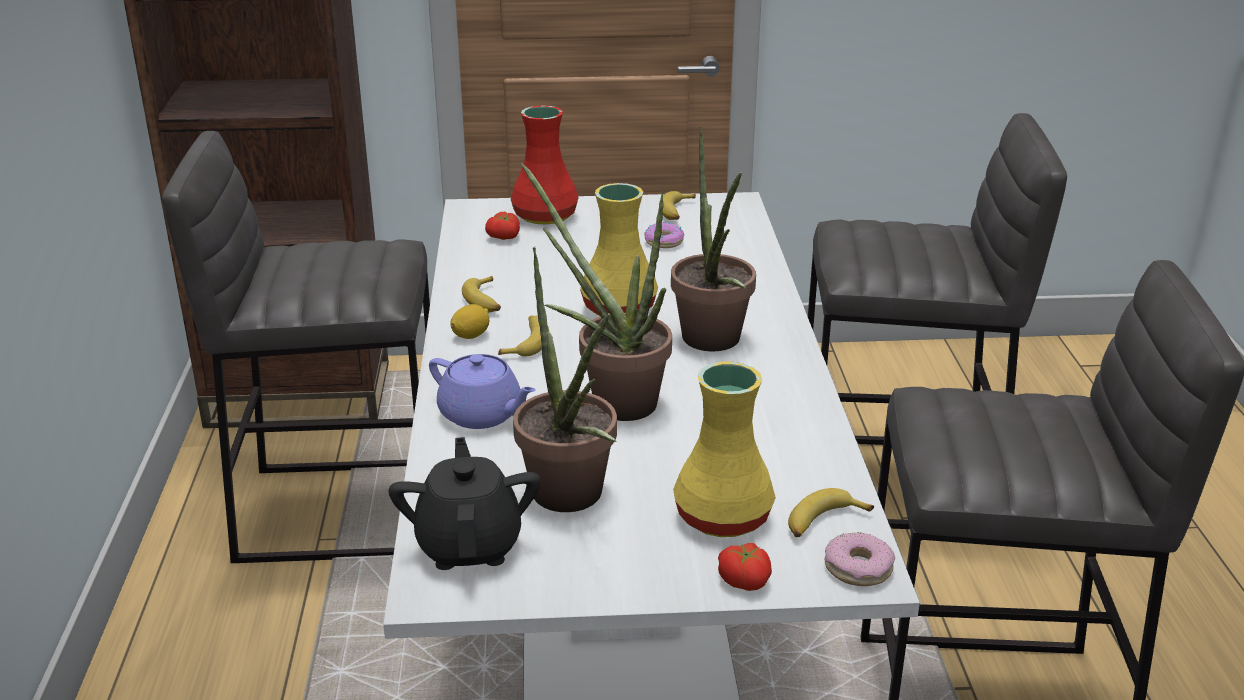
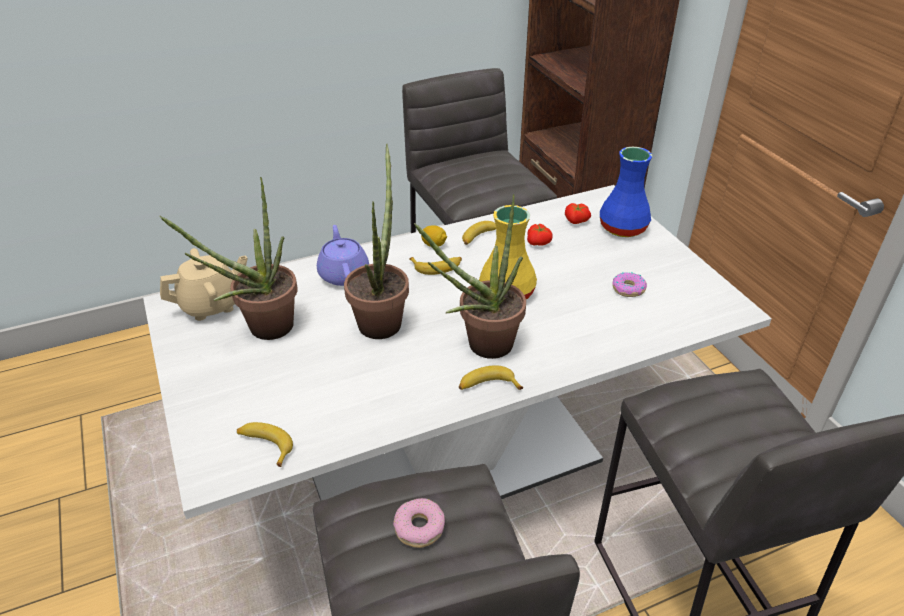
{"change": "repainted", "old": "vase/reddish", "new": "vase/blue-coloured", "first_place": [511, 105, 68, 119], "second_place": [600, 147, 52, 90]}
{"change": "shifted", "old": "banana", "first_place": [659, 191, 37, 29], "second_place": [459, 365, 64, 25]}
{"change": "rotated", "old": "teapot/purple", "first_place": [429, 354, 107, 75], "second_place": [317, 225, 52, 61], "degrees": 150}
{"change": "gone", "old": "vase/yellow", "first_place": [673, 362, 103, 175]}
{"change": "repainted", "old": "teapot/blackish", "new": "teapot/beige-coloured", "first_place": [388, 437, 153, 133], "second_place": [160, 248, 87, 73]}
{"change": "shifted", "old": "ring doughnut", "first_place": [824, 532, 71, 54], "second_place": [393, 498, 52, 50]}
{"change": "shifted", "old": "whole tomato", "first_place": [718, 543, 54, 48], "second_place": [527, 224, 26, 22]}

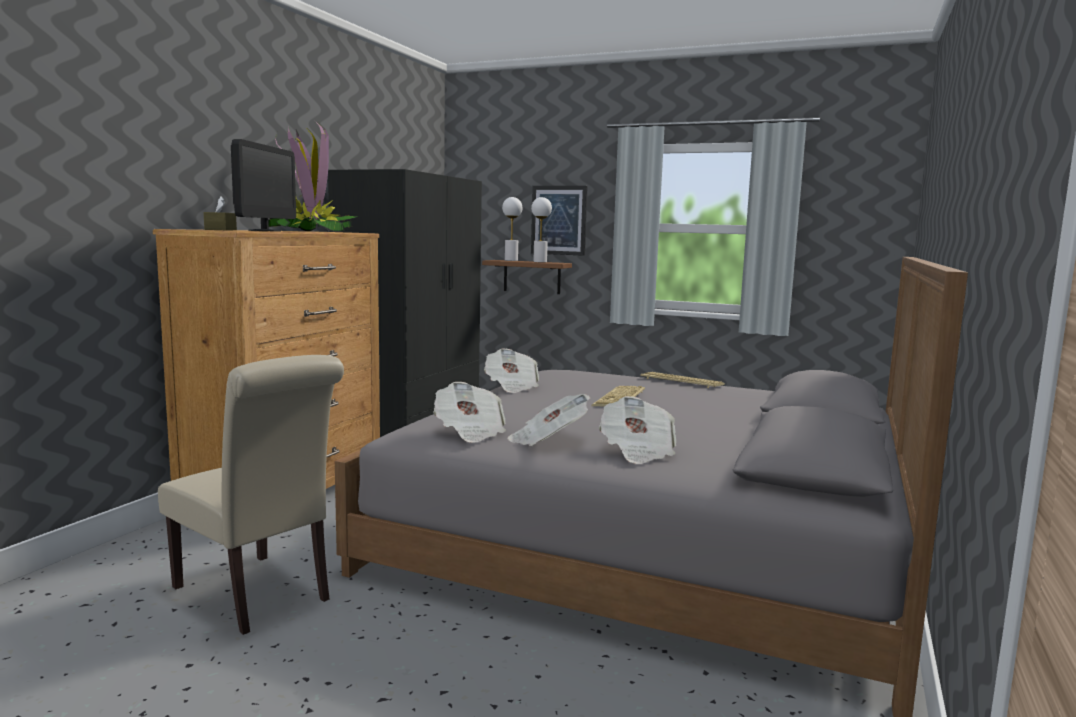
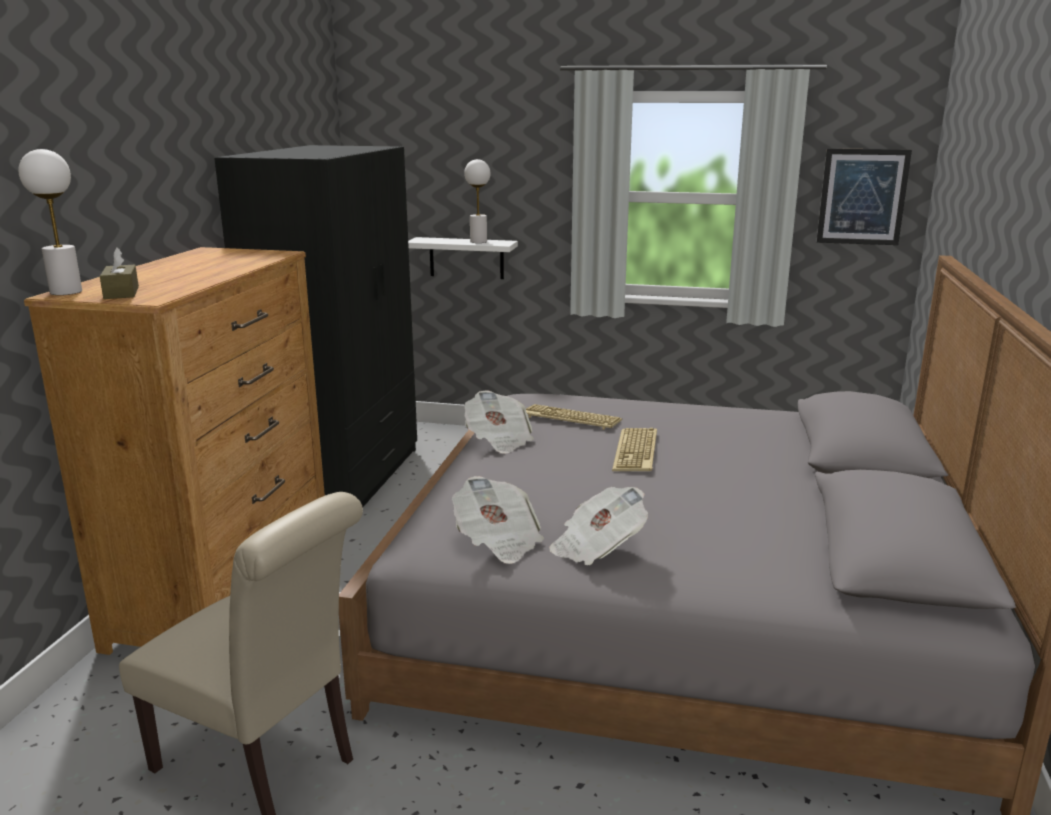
{"change": "gone", "old": "potted plant", "first_place": [268, 120, 88, 112]}
{"change": "gone", "old": "monitor", "first_place": [231, 139, 65, 93]}
{"change": "shifted", "old": "wall art", "first_place": [531, 186, 57, 70], "second_place": [816, 148, 96, 97]}
{"change": "shifted", "old": "table lamp/white", "first_place": [502, 197, 20, 64], "second_place": [18, 149, 64, 146]}
{"change": "repainted", "old": "shelf/brown-coloured", "new": "shelf/white", "first_place": [482, 260, 90, 34], "second_place": [408, 237, 110, 42]}
{"change": "shifted", "old": "keyboard", "first_place": [640, 372, 85, 16], "second_place": [526, 404, 96, 26]}
{"change": "gone", "old": "daily paper", "first_place": [599, 396, 77, 68]}

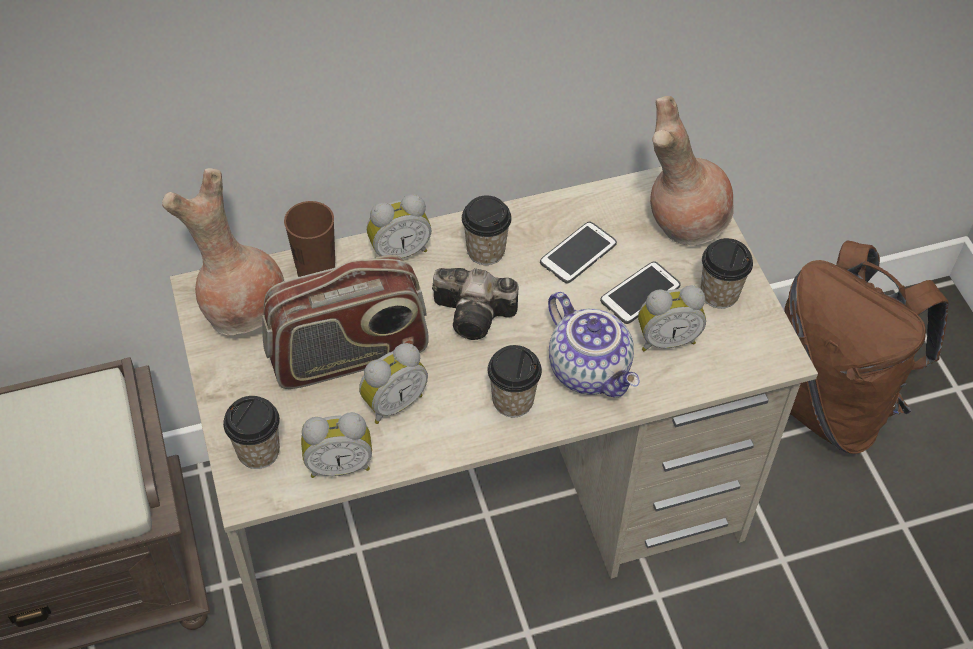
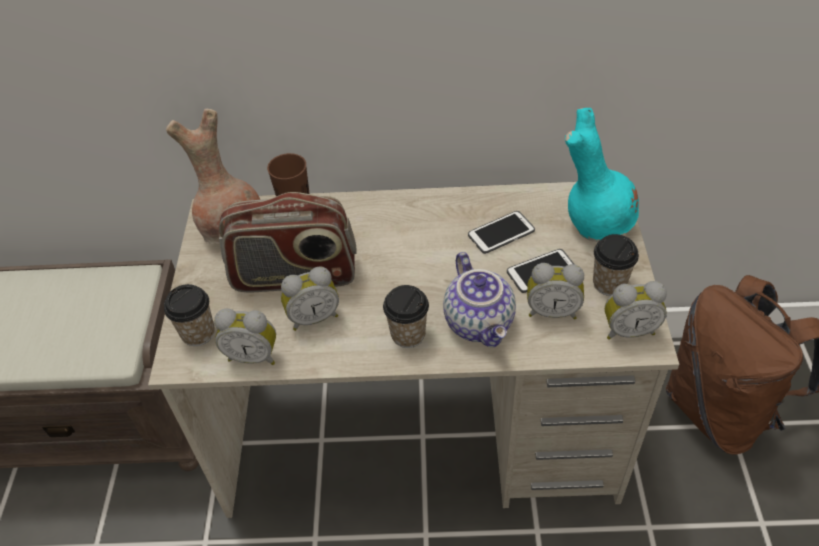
{"change": "repainted", "old": "vase/brown-coloured", "new": "vase/turquoise-coloured", "first_place": [650, 96, 84, 150], "second_place": [565, 108, 74, 134]}
{"change": "shifted", "old": "alarm clock", "first_place": [367, 194, 65, 65], "second_place": [605, 281, 62, 59]}
{"change": "gone", "old": "small cup", "first_place": [462, 196, 50, 69]}
{"change": "gone", "old": "photo camera", "first_place": [432, 268, 86, 72]}

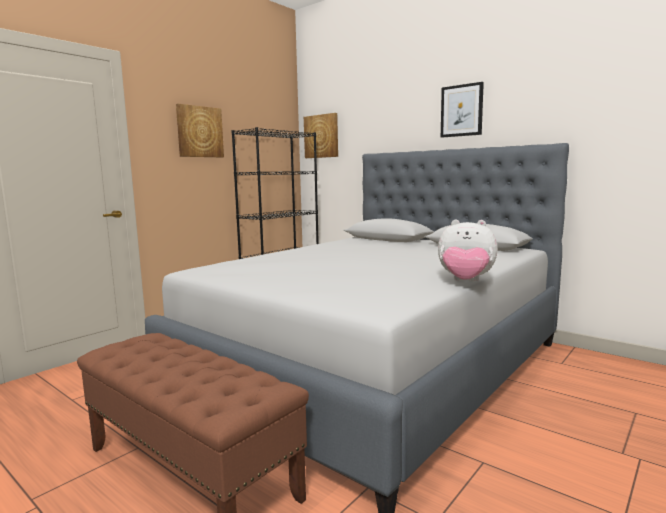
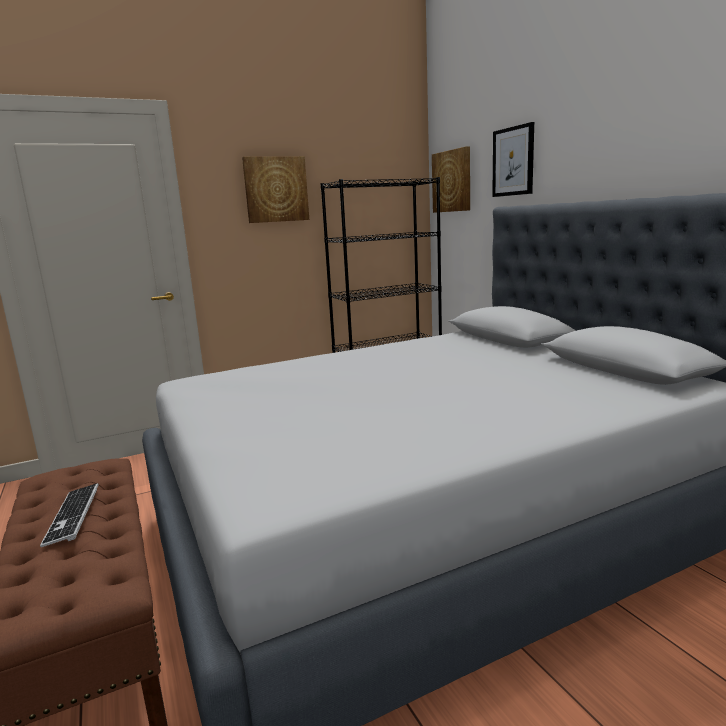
{"change": "shifted", "old": "wall art", "first_place": [441, 82, 43, 56], "second_place": [492, 122, 42, 75]}
{"change": "gone", "old": "plush toy", "first_place": [438, 220, 60, 61]}
{"change": "new", "new": "keyboard", "second_place": [40, 483, 59, 64]}

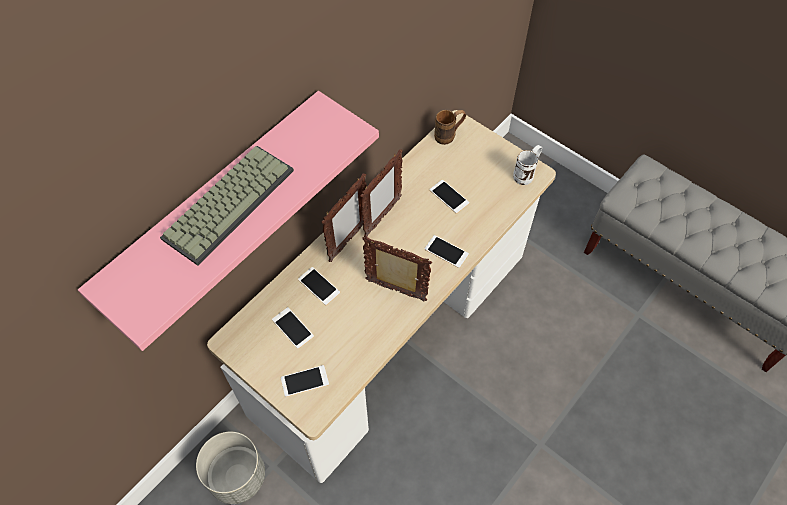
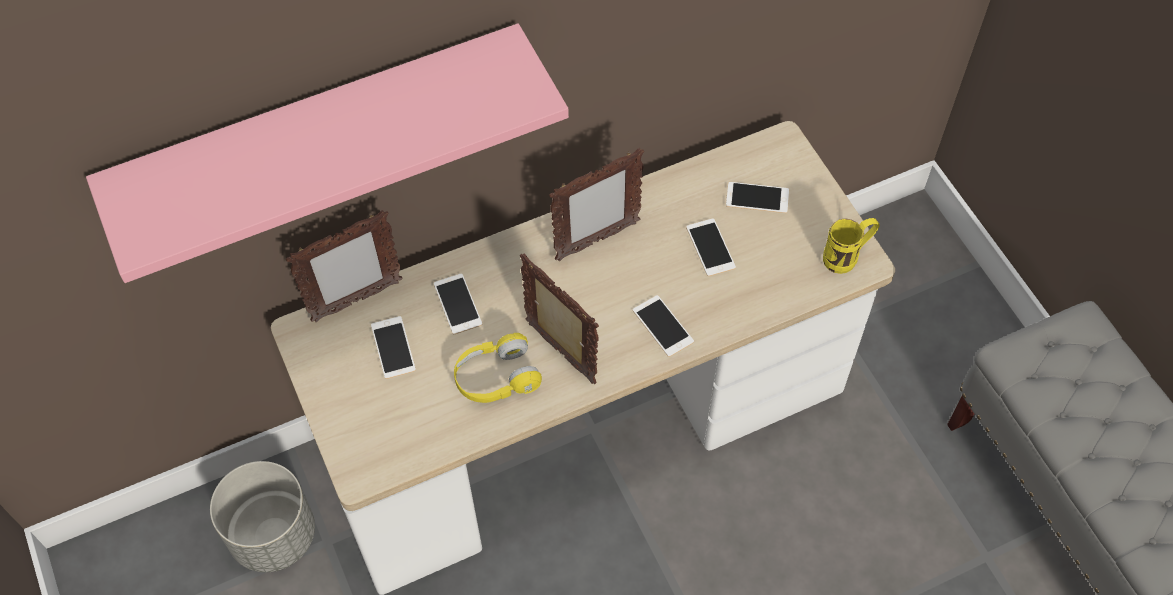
{"change": "gone", "old": "coffee mug/brown-coloured", "first_place": [434, 110, 32, 35]}
{"change": "repainted", "old": "coffee mug/white", "new": "coffee mug/yellow", "first_place": [513, 145, 29, 40], "second_place": [823, 218, 57, 56]}
{"change": "gone", "old": "keyboard", "first_place": [160, 146, 134, 120]}
{"change": "shifted", "old": "picture frame", "first_place": [321, 174, 46, 88], "second_place": [286, 210, 117, 112]}
{"change": "shifted", "old": "telephone", "first_place": [281, 365, 48, 32], "second_place": [726, 182, 63, 31]}
{"change": "new", "new": "headset/yellow", "second_place": [454, 333, 88, 70]}

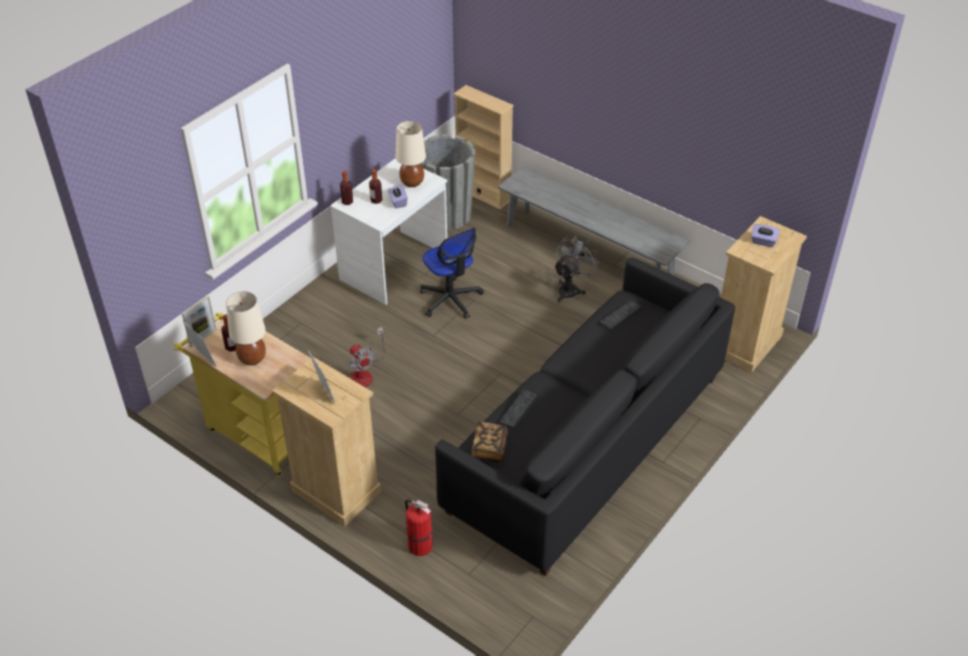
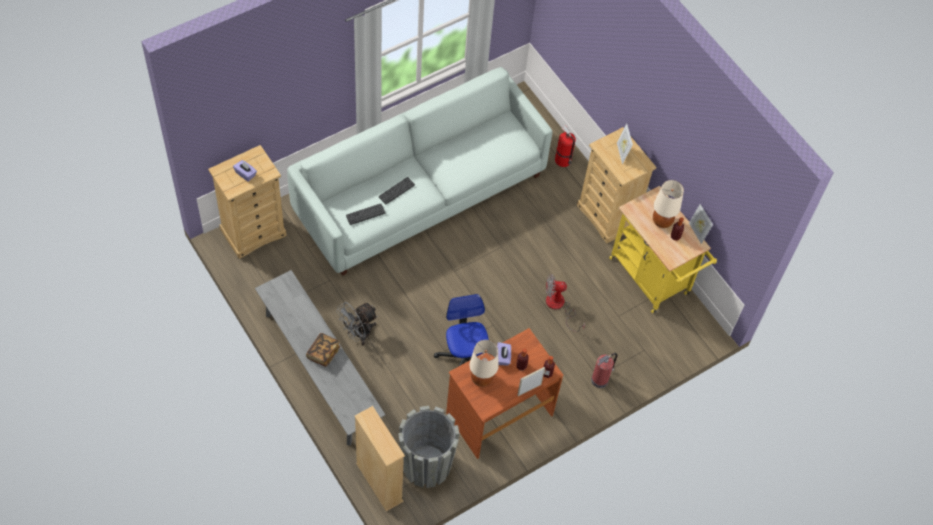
{"change": "repainted", "old": "desk unit/white", "new": "desk unit/brown-coloured", "first_place": [330, 158, 118, 147], "second_place": [446, 328, 118, 131]}
{"change": "repainted", "old": "settee/blackish", "new": "settee/white", "first_place": [435, 257, 300, 319], "second_place": [287, 67, 266, 209]}
{"change": "shifted", "old": "picture frame", "first_place": [182, 296, 35, 51], "second_place": [518, 367, 27, 29]}
{"change": "rotated", "old": "fan", "first_place": [349, 327, 36, 60], "second_place": [546, 274, 39, 58], "degrees": -75}
{"change": "shifted", "old": "keyboard", "first_place": [499, 389, 38, 40], "second_place": [379, 177, 36, 27]}
{"change": "shifted", "old": "book", "first_place": [471, 422, 37, 40], "second_place": [306, 333, 34, 34]}
{"change": "new", "new": "fire-fighting cylinder", "second_place": [591, 353, 26, 35]}

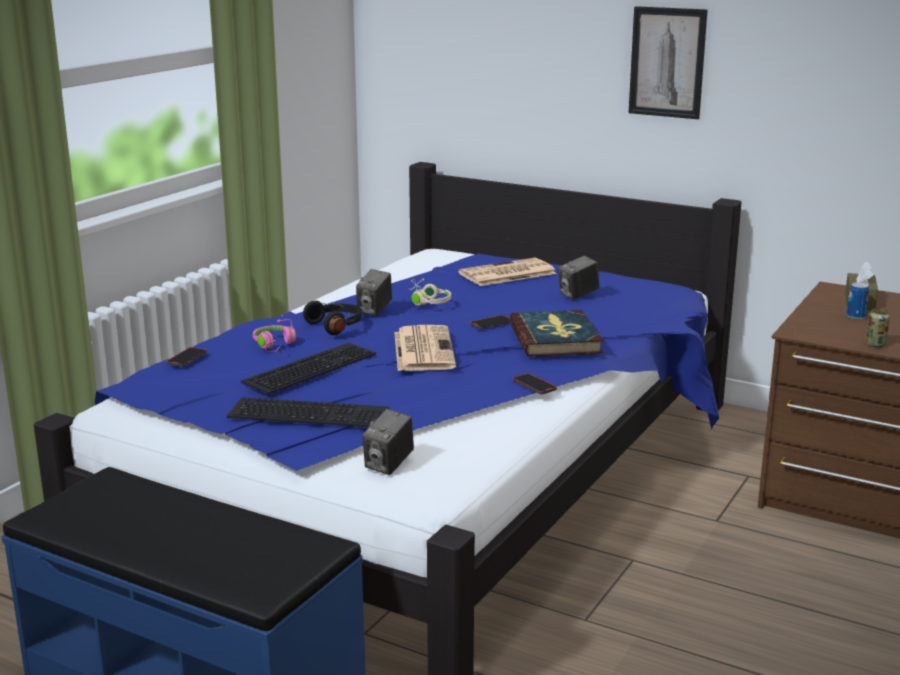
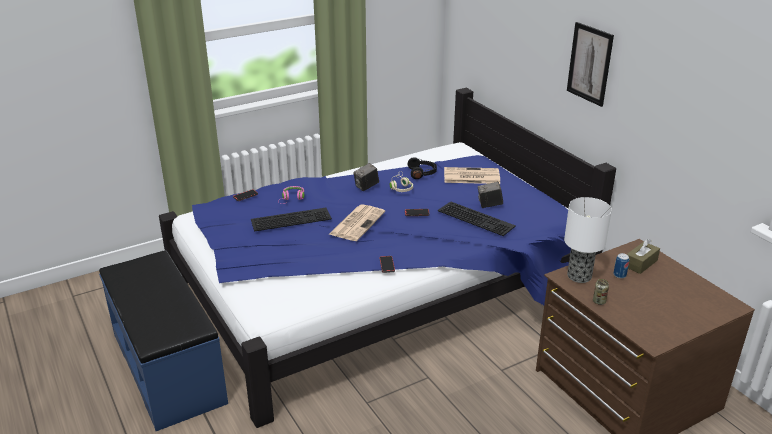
{"change": "shifted", "old": "headset/blackish", "first_place": [303, 301, 59, 34], "second_place": [408, 157, 29, 22]}
{"change": "gone", "old": "book", "first_place": [509, 310, 95, 47]}
{"change": "shifted", "old": "keyboard", "first_place": [227, 397, 162, 30], "second_place": [438, 201, 78, 35]}
{"change": "gone", "old": "photo camera", "first_place": [362, 409, 52, 66]}
{"change": "new", "new": "table lamp", "second_place": [564, 197, 48, 86]}

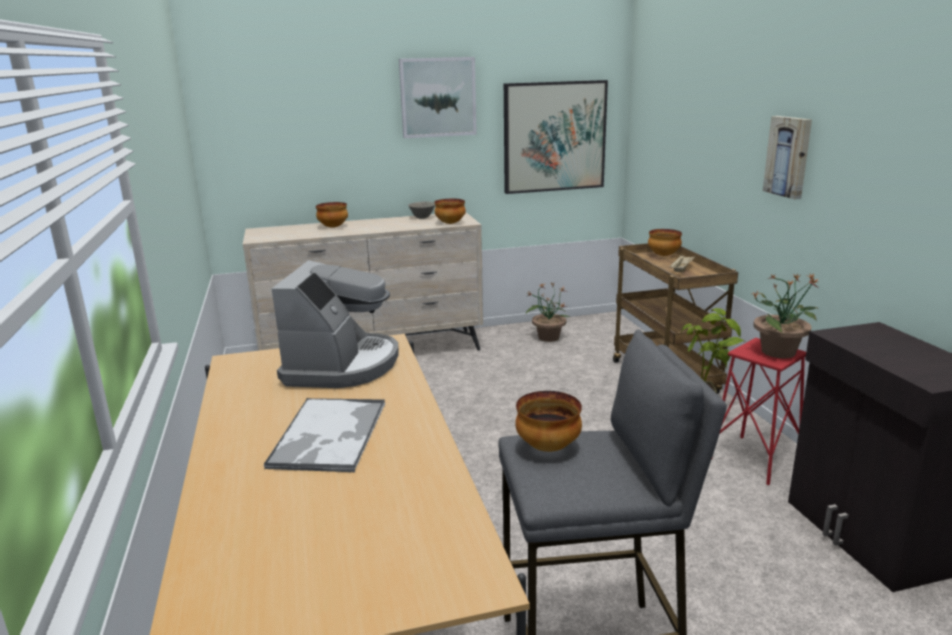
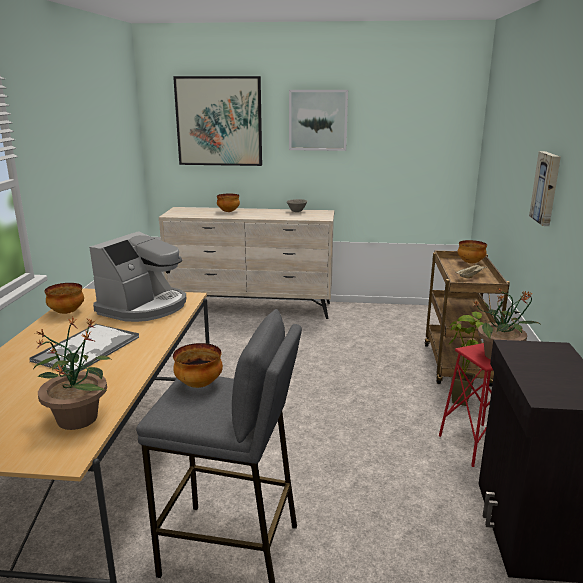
{"change": "shifted", "old": "wall art", "first_place": [504, 80, 104, 114], "second_place": [173, 76, 89, 90]}
{"change": "shifted", "old": "serving bowl", "first_place": [434, 199, 32, 25], "second_place": [44, 283, 40, 31]}
{"change": "shifted", "old": "potted plant", "first_place": [526, 283, 44, 59], "second_place": [33, 317, 79, 113]}

